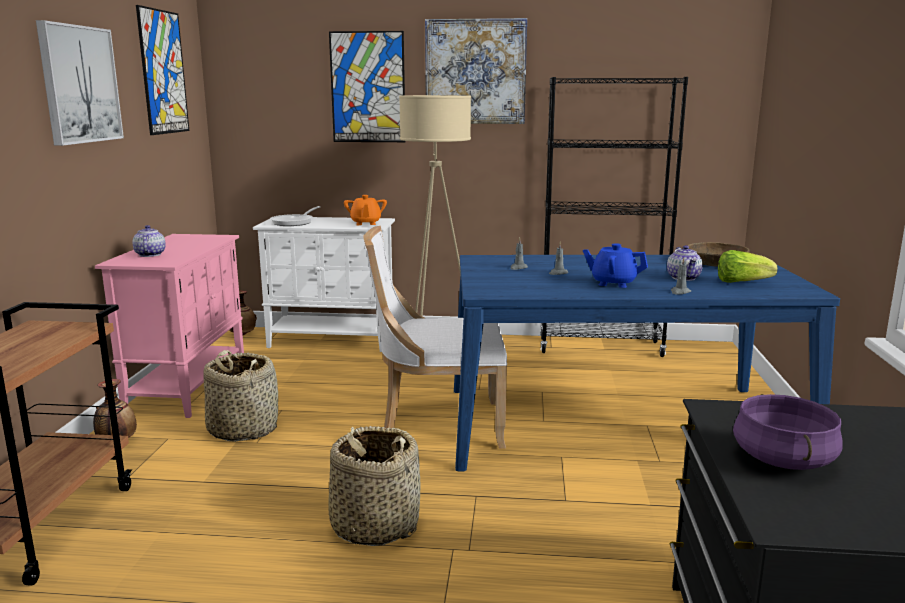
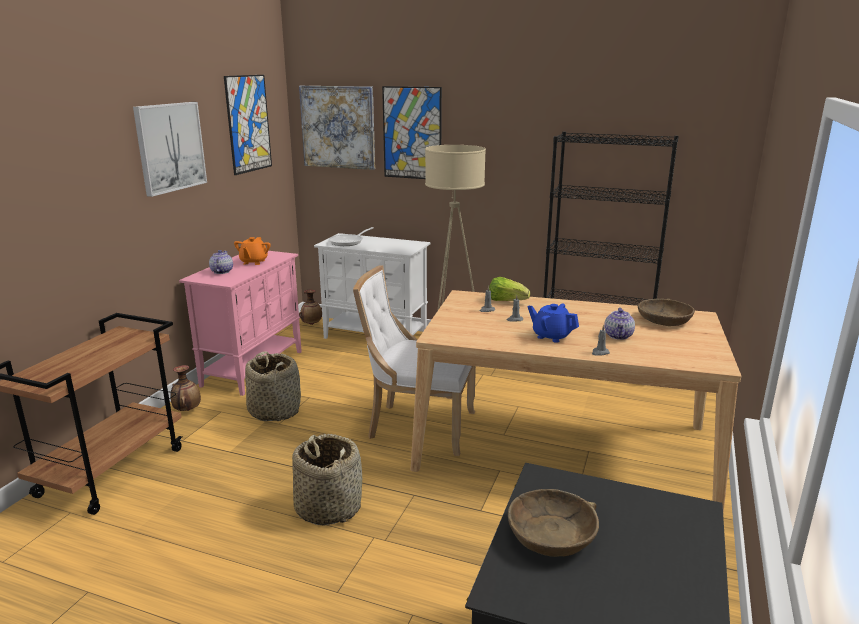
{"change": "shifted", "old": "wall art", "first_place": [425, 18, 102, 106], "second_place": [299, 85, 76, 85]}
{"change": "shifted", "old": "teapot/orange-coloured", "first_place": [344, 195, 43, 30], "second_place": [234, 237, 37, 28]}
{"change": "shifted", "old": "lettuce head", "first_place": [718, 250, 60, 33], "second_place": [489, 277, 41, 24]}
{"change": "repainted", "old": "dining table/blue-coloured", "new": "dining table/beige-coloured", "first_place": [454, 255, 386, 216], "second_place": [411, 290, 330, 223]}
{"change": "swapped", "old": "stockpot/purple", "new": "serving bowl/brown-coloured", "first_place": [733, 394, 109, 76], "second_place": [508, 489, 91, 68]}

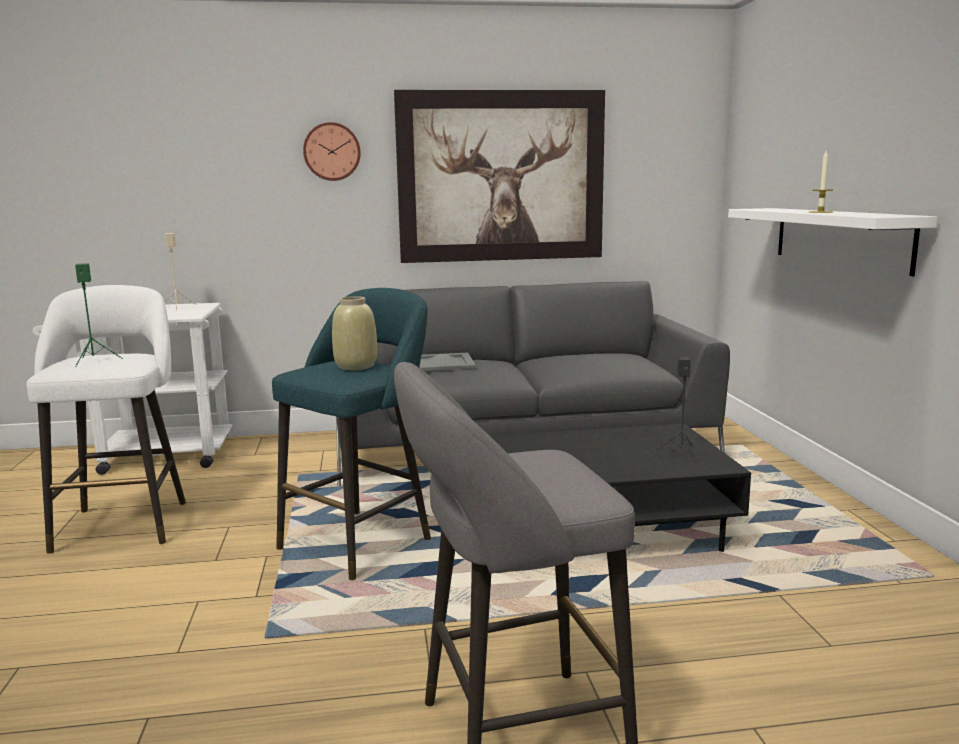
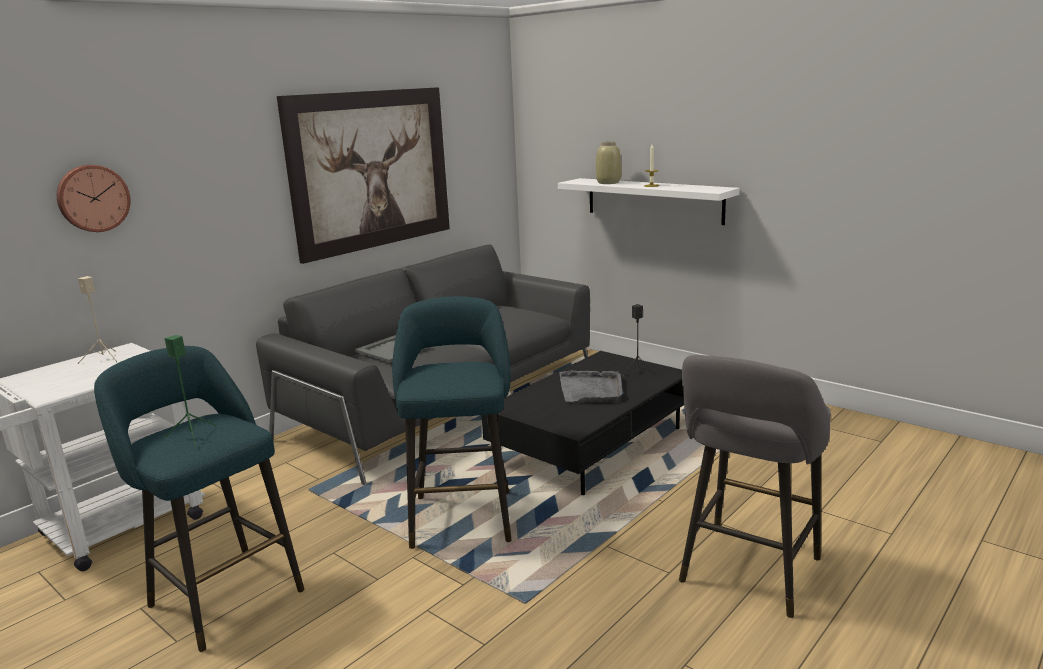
{"change": "shifted", "old": "clock on the wall", "first_place": [303, 122, 58, 59], "second_place": [57, 165, 74, 67]}
{"change": "repainted", "old": "stool/white", "new": "stool/turquoise-coloured", "first_place": [27, 285, 159, 269], "second_place": [94, 346, 210, 306]}
{"change": "shifted", "old": "vase/beige-coloured", "first_place": [332, 296, 45, 74], "second_place": [596, 141, 25, 43]}
{"change": "new", "new": "carrying tray/gray", "second_place": [560, 370, 63, 33]}

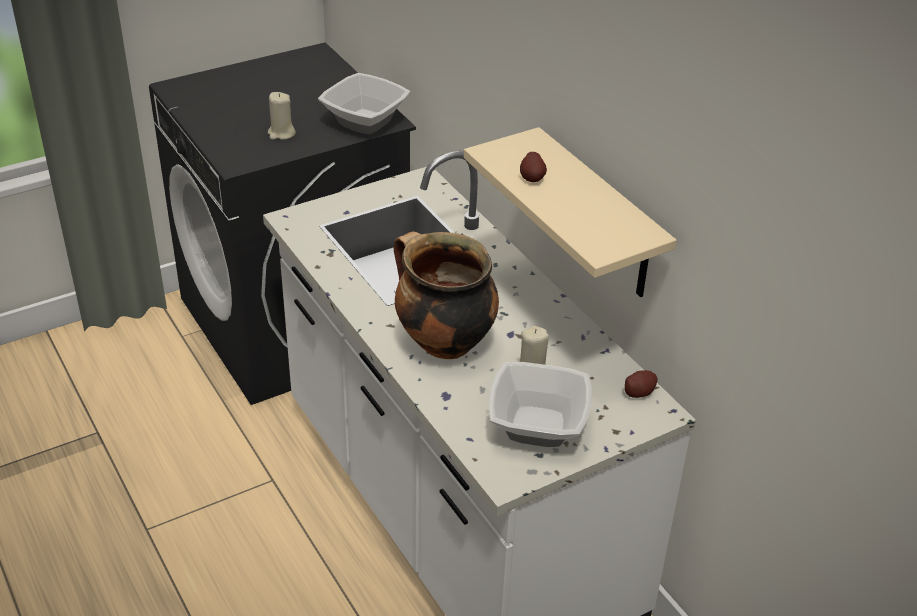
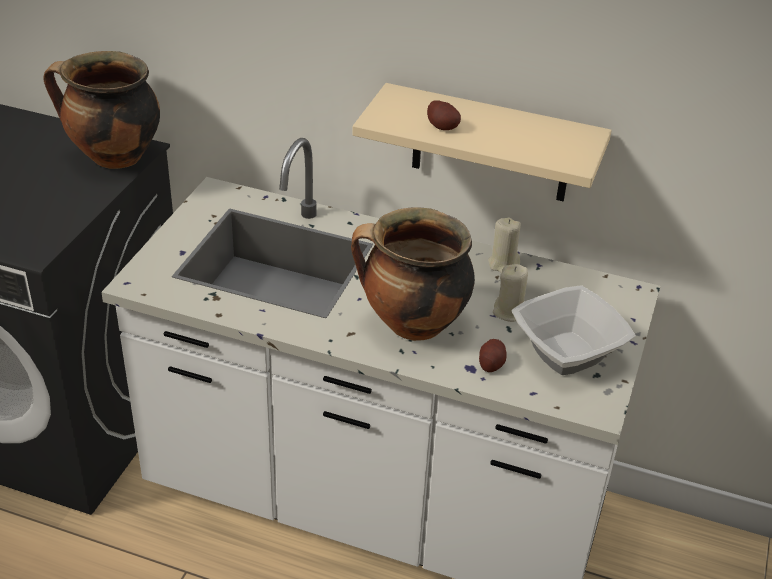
{"change": "swapped", "old": "serving bowl", "new": "stockpot", "first_place": [318, 73, 92, 62], "second_place": [43, 51, 117, 118]}
{"change": "shifted", "old": "wax candle/beige-coloured", "first_place": [268, 92, 28, 48], "second_place": [488, 218, 33, 55]}
{"change": "shifted", "old": "whole potato", "first_place": [625, 370, 33, 28], "second_place": [479, 339, 28, 33]}

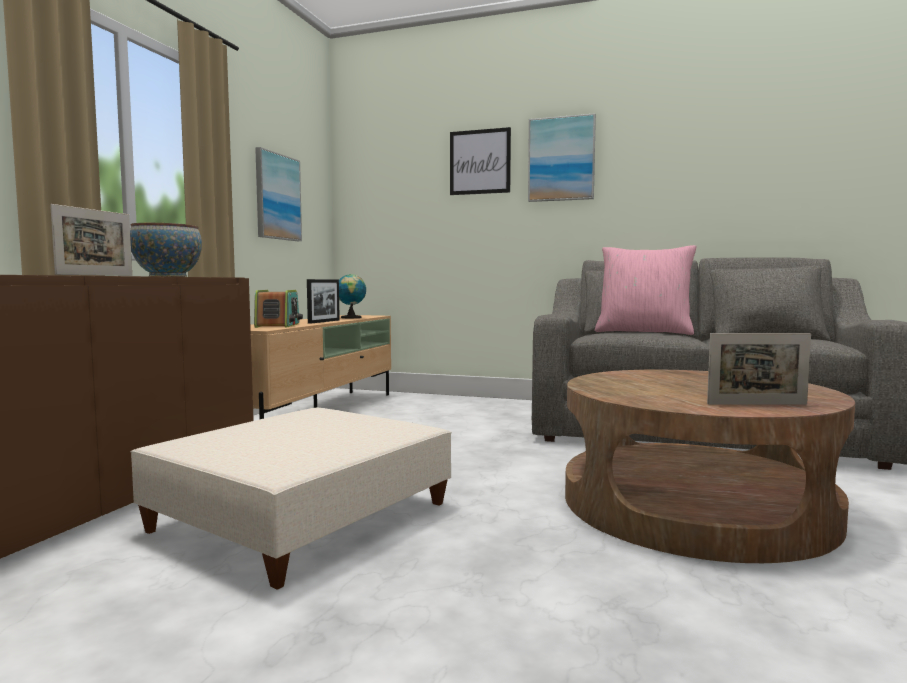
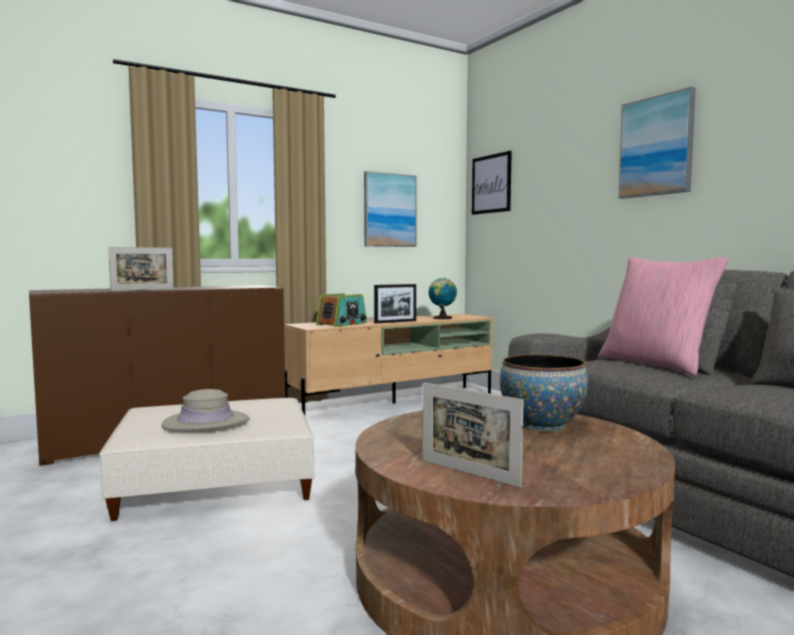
{"change": "shifted", "old": "wall art", "first_place": [450, 127, 61, 68], "second_place": [472, 151, 40, 64]}
{"change": "shifted", "old": "serving bowl", "first_place": [130, 223, 72, 54], "second_place": [500, 354, 88, 78]}
{"change": "new", "new": "wearable hat/beige-coloured", "second_place": [161, 389, 89, 41]}

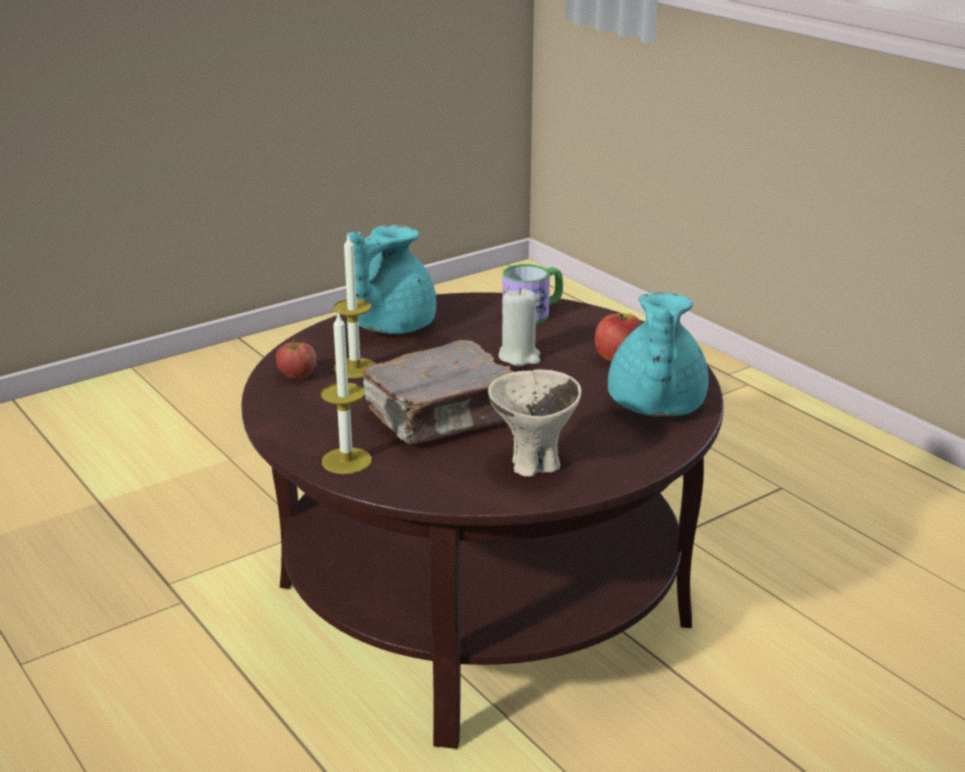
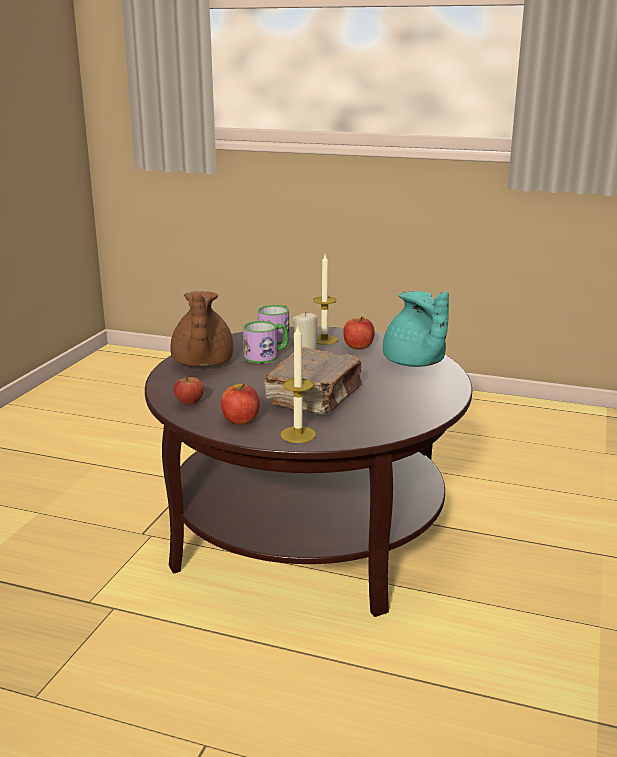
{"change": "repainted", "old": "teapot/turquoise-coloured", "new": "teapot/brown-coloured", "first_place": [346, 225, 90, 109], "second_place": [170, 291, 64, 76]}
{"change": "shifted", "old": "wax candle", "first_place": [333, 234, 43, 144], "second_place": [313, 255, 25, 90]}
{"change": "gone", "old": "serving bowl/beige-coloured", "first_place": [488, 370, 94, 107]}
{"change": "new", "new": "coffee mug", "second_place": [243, 321, 45, 42]}
{"change": "new", "new": "apple fruit", "second_place": [221, 384, 39, 41]}

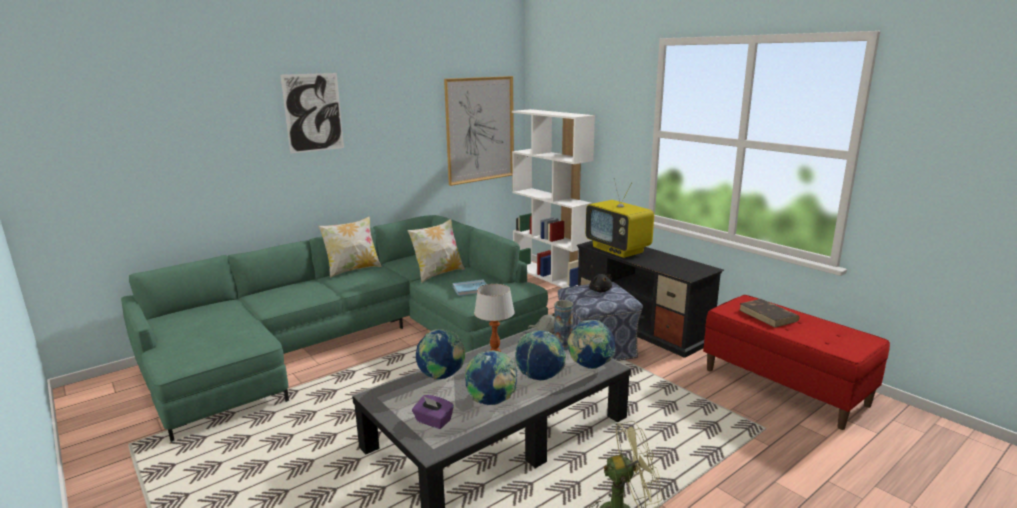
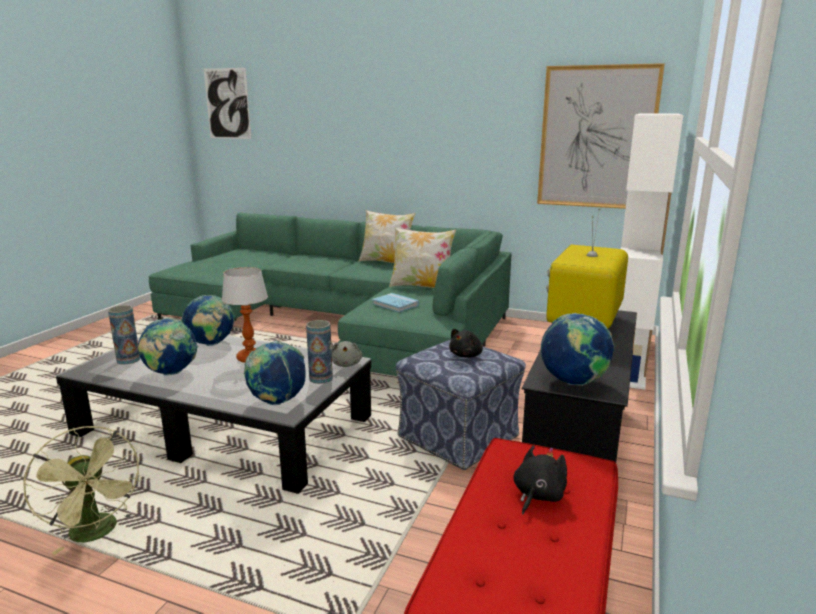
{"change": "shifted", "old": "wall art", "first_place": [280, 73, 64, 81], "second_place": [204, 68, 47, 71]}
{"change": "swapped", "old": "book/brown-coloured", "new": "plush toy/blackish", "first_place": [740, 299, 59, 28], "second_place": [513, 445, 54, 70]}
{"change": "shifted", "old": "globe", "first_place": [515, 330, 51, 51], "second_place": [541, 313, 74, 73]}
{"change": "swapped", "old": "box of tissues/purple", "new": "vase", "first_place": [412, 395, 42, 34], "second_place": [108, 305, 32, 60]}

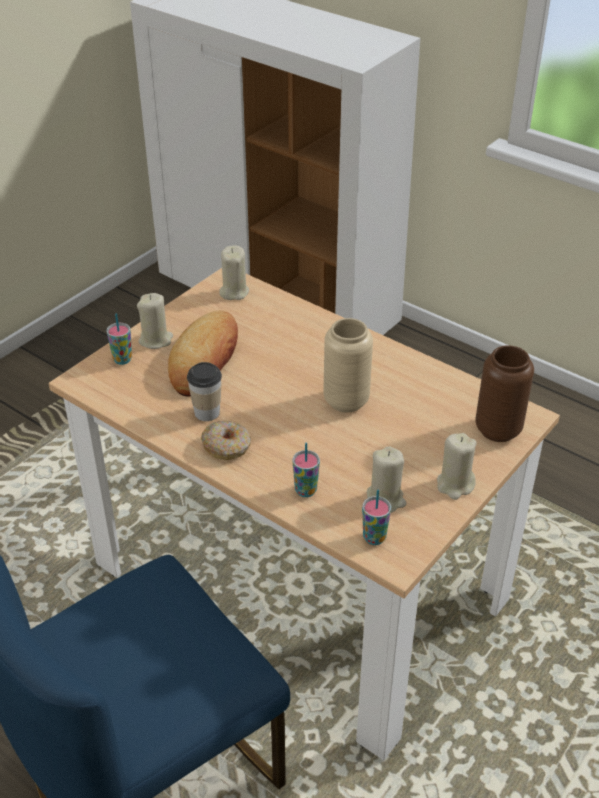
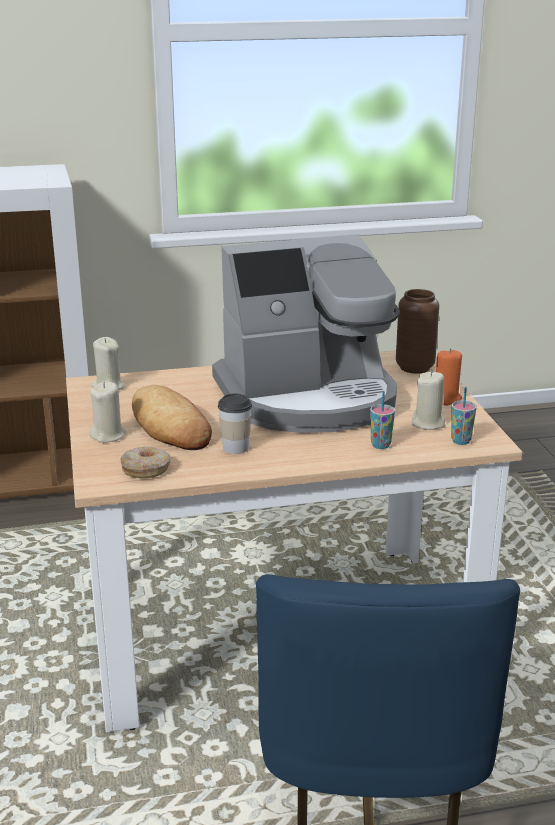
{"change": "gone", "old": "small cup", "first_place": [106, 313, 26, 52]}
{"change": "swapped", "old": "vase/beige-coloured", "new": "coffee machine", "first_place": [323, 318, 50, 95], "second_place": [212, 234, 188, 199]}
{"change": "shifted", "old": "ring doughnut", "first_place": [201, 421, 50, 39], "second_place": [121, 447, 49, 31]}
{"change": "repainted", "old": "wax candle/beige-coloured", "new": "wax candle/orange-coloured", "first_place": [437, 433, 40, 67], "second_place": [436, 348, 26, 57]}

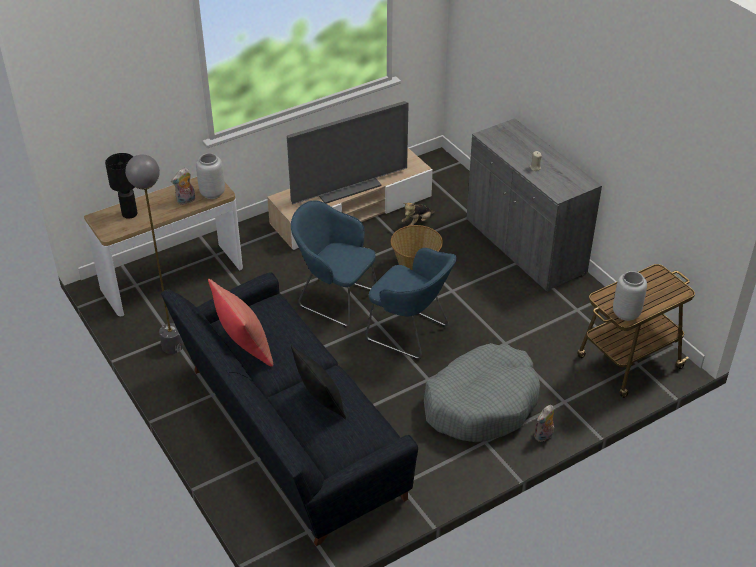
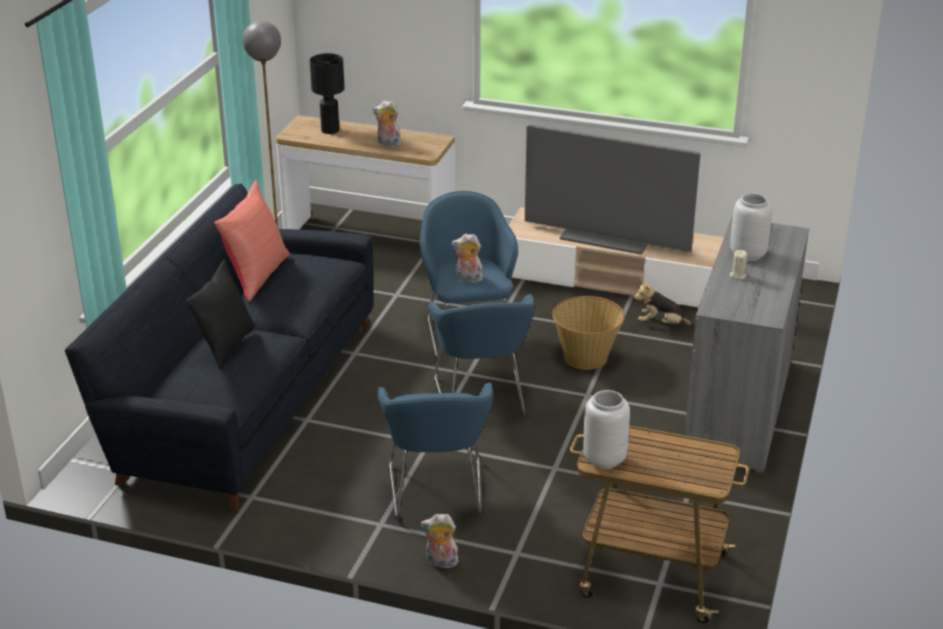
{"change": "shifted", "old": "vase/gray", "first_place": [196, 153, 29, 46], "second_place": [730, 193, 42, 68]}
{"change": "swapped", "old": "pet bed/gray", "new": "armchair/blue-coloured", "first_place": [424, 343, 116, 99], "second_place": [377, 383, 116, 137]}
{"change": "new", "new": "plush toy", "second_place": [452, 234, 31, 49]}

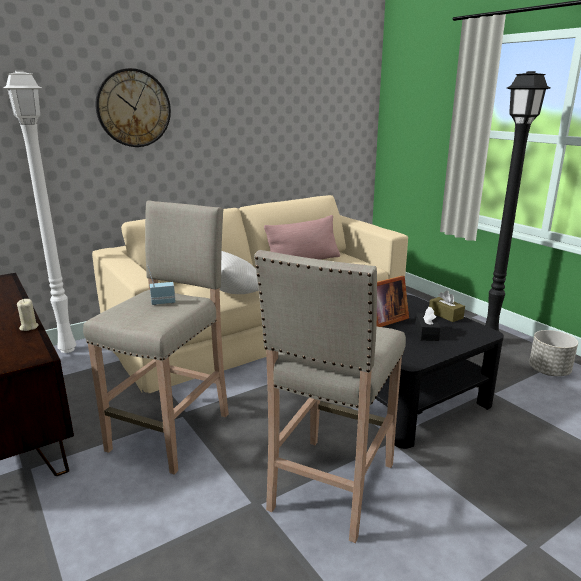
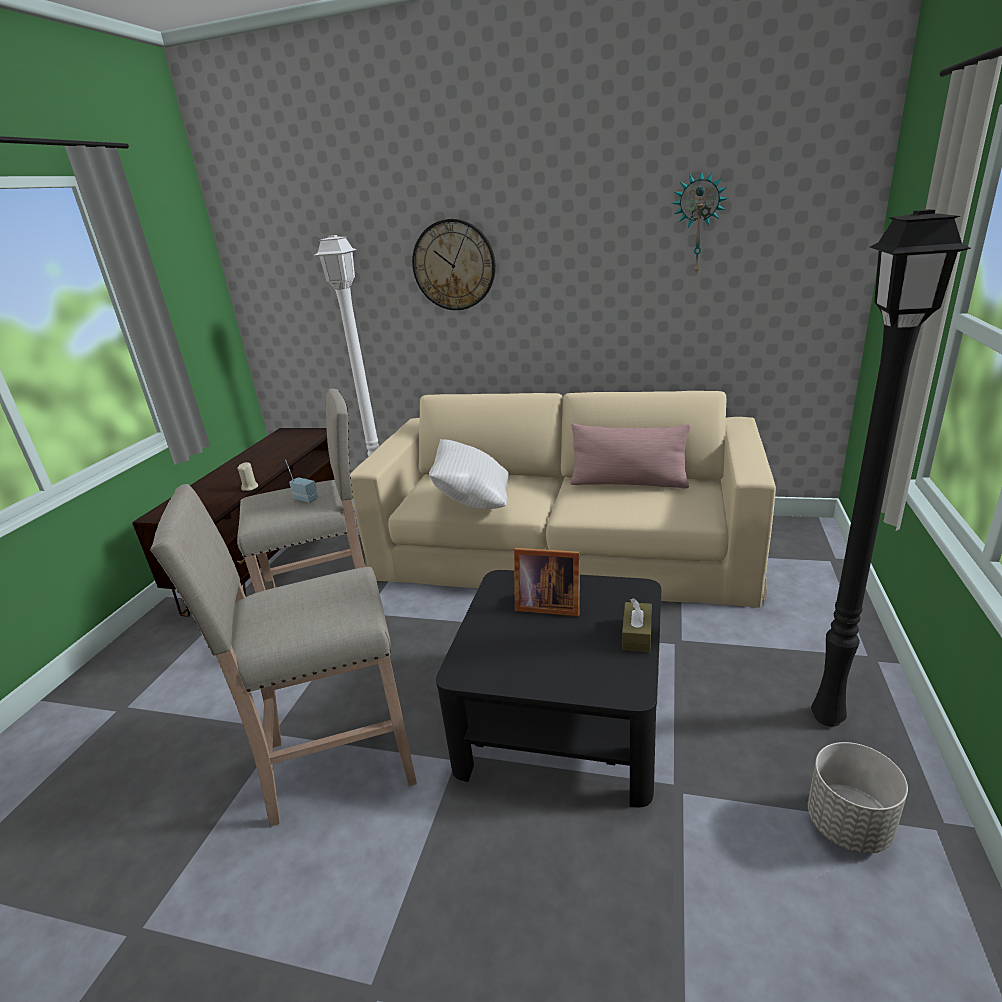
{"change": "gone", "old": "box of tissues/blackish", "first_place": [415, 307, 26, 34]}
{"change": "new", "new": "clock on the wall", "second_place": [672, 170, 56, 105]}

